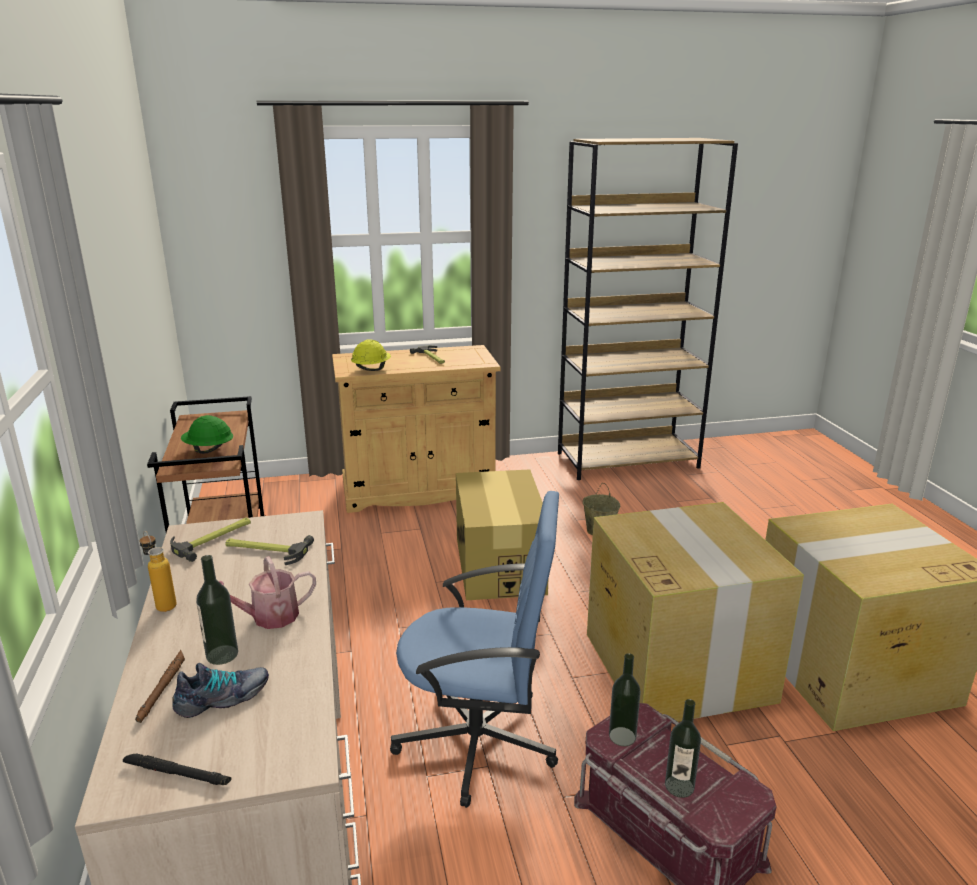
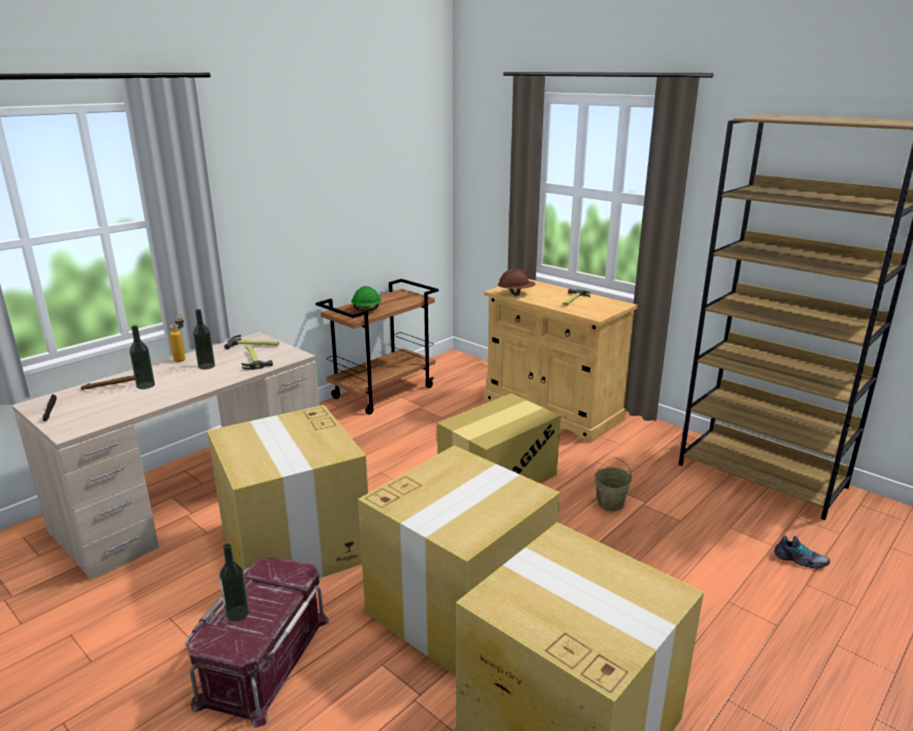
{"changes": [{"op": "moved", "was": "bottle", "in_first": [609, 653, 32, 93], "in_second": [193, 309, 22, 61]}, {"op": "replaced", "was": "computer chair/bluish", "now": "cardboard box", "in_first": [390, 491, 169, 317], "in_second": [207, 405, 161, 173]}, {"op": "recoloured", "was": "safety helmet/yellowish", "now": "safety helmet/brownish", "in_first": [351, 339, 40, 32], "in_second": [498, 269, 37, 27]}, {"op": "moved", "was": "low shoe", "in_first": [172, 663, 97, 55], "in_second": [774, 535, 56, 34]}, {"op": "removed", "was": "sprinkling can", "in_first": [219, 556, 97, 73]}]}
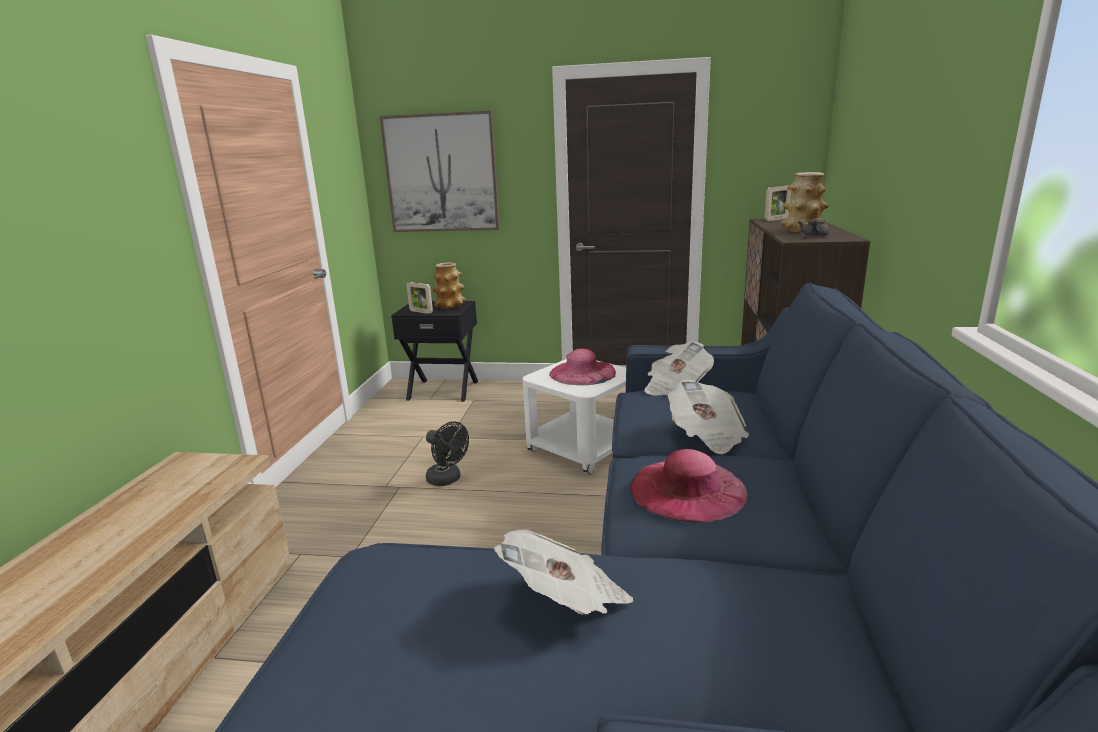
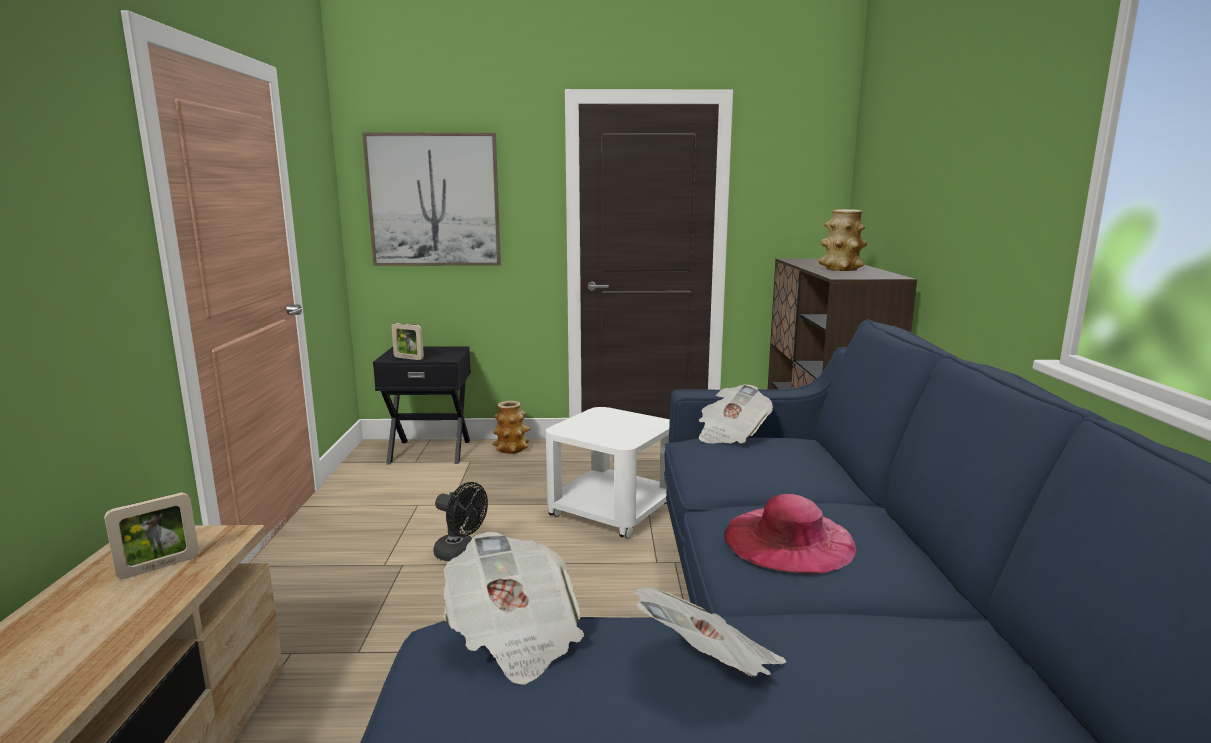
{"changes": [{"op": "moved", "was": "picture frame", "in_first": [765, 185, 26, 36], "in_second": [104, 492, 95, 87]}, {"op": "moved", "was": "newspaper", "in_first": [668, 379, 81, 75], "in_second": [444, 532, 140, 153]}, {"op": "moved", "was": "decorative vase", "in_first": [432, 262, 34, 47], "in_second": [492, 401, 38, 53]}, {"op": "removed", "was": "wearable hat/pink", "in_first": [549, 349, 67, 36]}, {"op": "removed", "was": "teapot/grey", "in_first": [798, 219, 31, 18]}]}
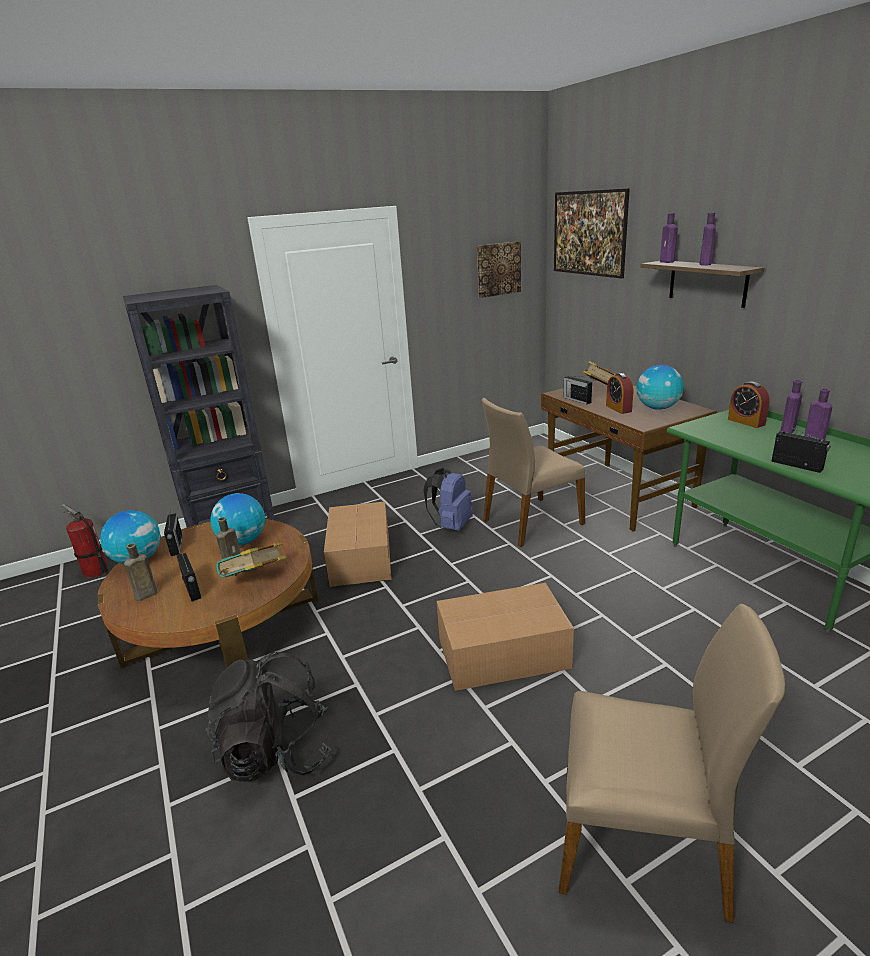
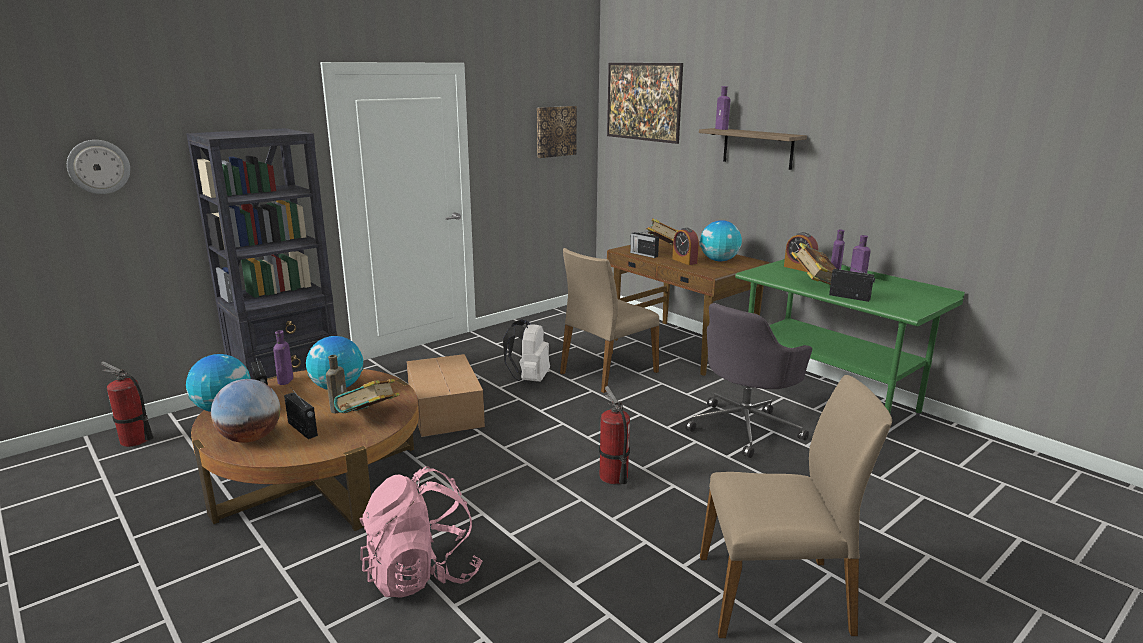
{"changes": [{"op": "added", "now": "clock on the wall", "in_second": [67, 140, 63, 54]}, {"op": "replaced", "was": "bottle/brownish", "now": "desk globe", "in_first": [124, 543, 33, 58], "in_second": [211, 379, 69, 64]}, {"op": "moved", "was": "bottle/purple", "in_first": [700, 212, 16, 54], "in_second": [273, 330, 20, 55]}, {"op": "recoloured", "was": "backpack/black", "now": "backpack/pink", "in_first": [206, 652, 125, 130], "in_second": [360, 466, 122, 132]}, {"op": "recoloured", "was": "backpack/bluish", "now": "backpack/white-coloured", "in_first": [424, 468, 49, 63], "in_second": [503, 319, 47, 63]}, {"op": "replaced", "was": "cardboard box", "now": "fire-fighting cylinder", "in_first": [437, 583, 137, 108], "in_second": [599, 386, 31, 98]}, {"op": "added", "now": "computer chair/grey", "in_second": [685, 303, 127, 155]}, {"op": "added", "now": "bound book", "in_second": [791, 242, 45, 43]}]}
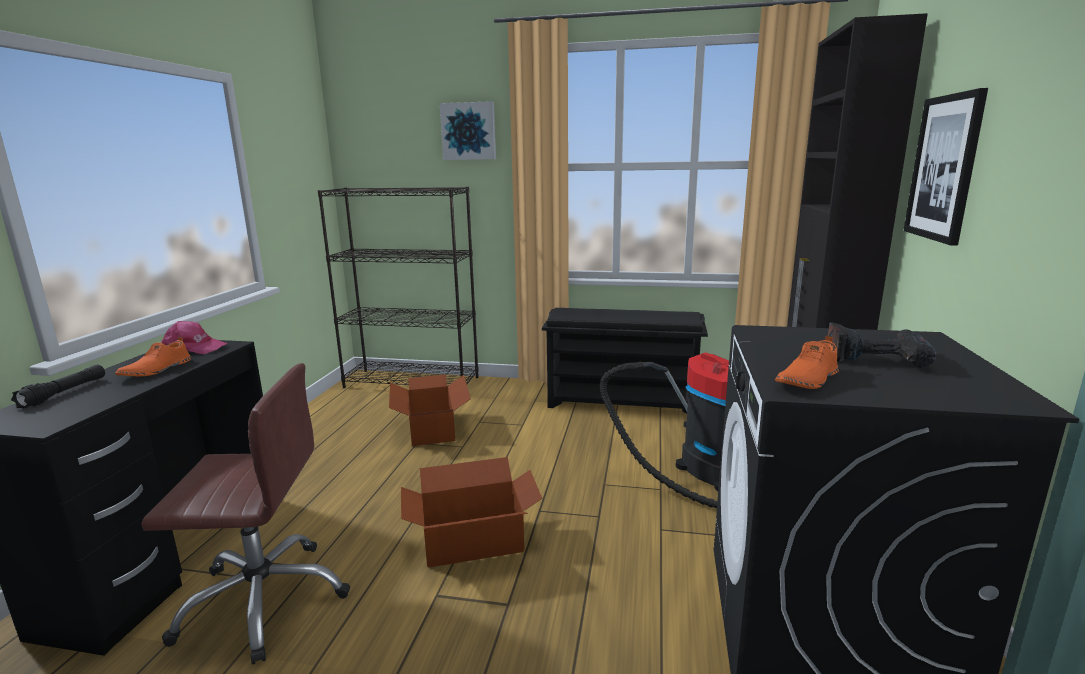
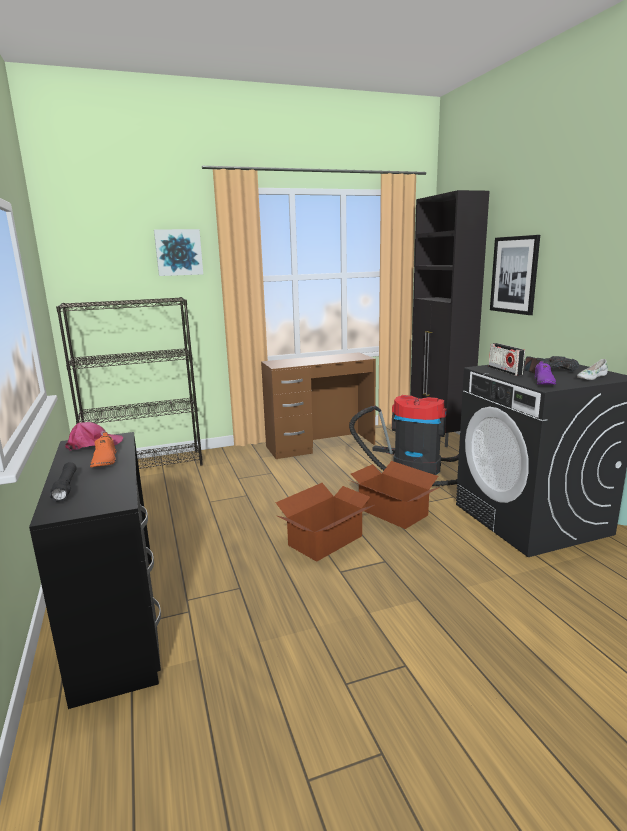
{"changes": [{"op": "replaced", "was": "shoe shelf/black", "now": "desk/brownish", "in_first": [542, 308, 166, 106], "in_second": [261, 352, 115, 107]}, {"op": "moved", "was": "cardboard box", "in_first": [389, 375, 82, 71], "in_second": [349, 461, 91, 68]}, {"op": "added", "now": "radio set", "in_second": [489, 343, 36, 33]}, {"op": "recoloured", "was": "low shoe/orangey", "now": "low shoe/purple", "in_first": [775, 335, 64, 54], "in_second": [534, 361, 23, 24]}, {"op": "added", "now": "low shoe/white-coloured", "in_second": [577, 359, 31, 21]}, {"op": "removed", "was": "computer chair/brownish", "in_first": [141, 363, 209, 302]}]}
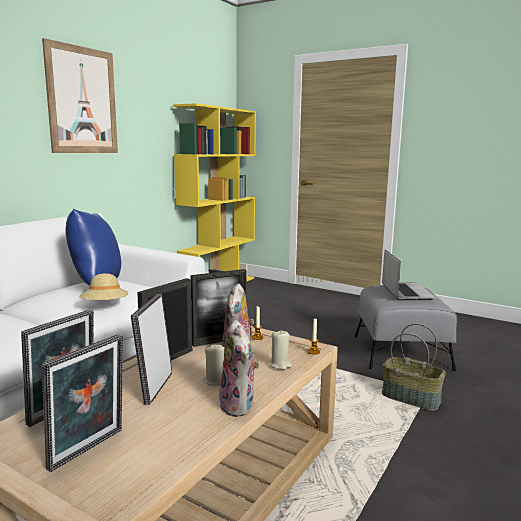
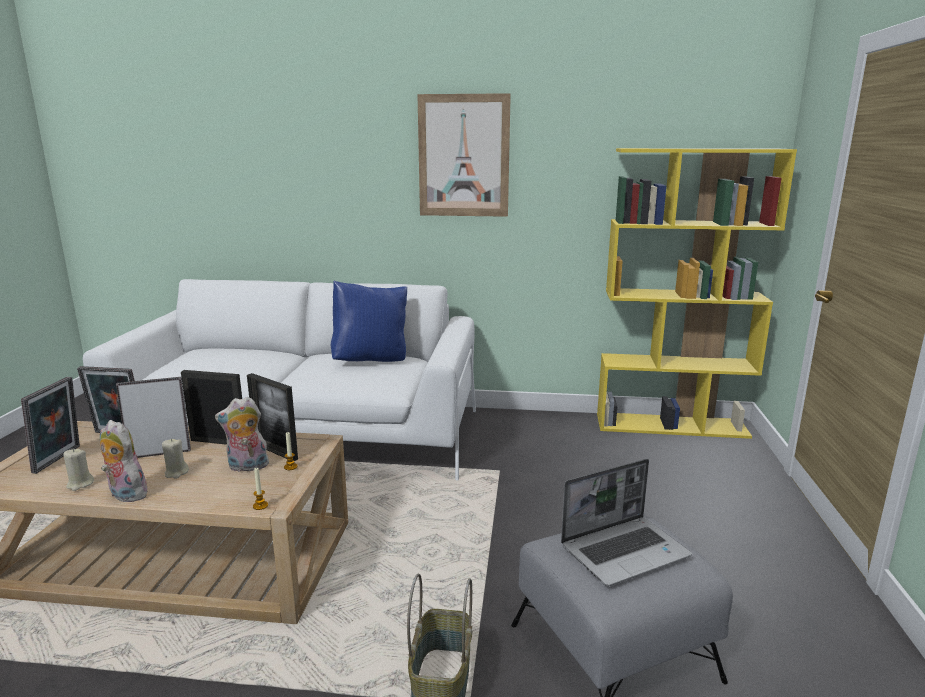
{"changes": [{"op": "turned", "was": "picture frame", "in_first": [42, 334, 81, 138], "in_second": [21, 377, 59, 97], "clockwise": -90}, {"op": "moved", "was": "wax candle/beige-coloured", "in_first": [269, 330, 23, 39], "in_second": [63, 449, 31, 42]}, {"op": "turned", "was": "plush toy", "in_first": [219, 320, 40, 97], "in_second": [100, 420, 47, 82], "clockwise": 75}, {"op": "removed", "was": "wearable hat/beige-coloured", "in_first": [79, 273, 50, 27]}]}
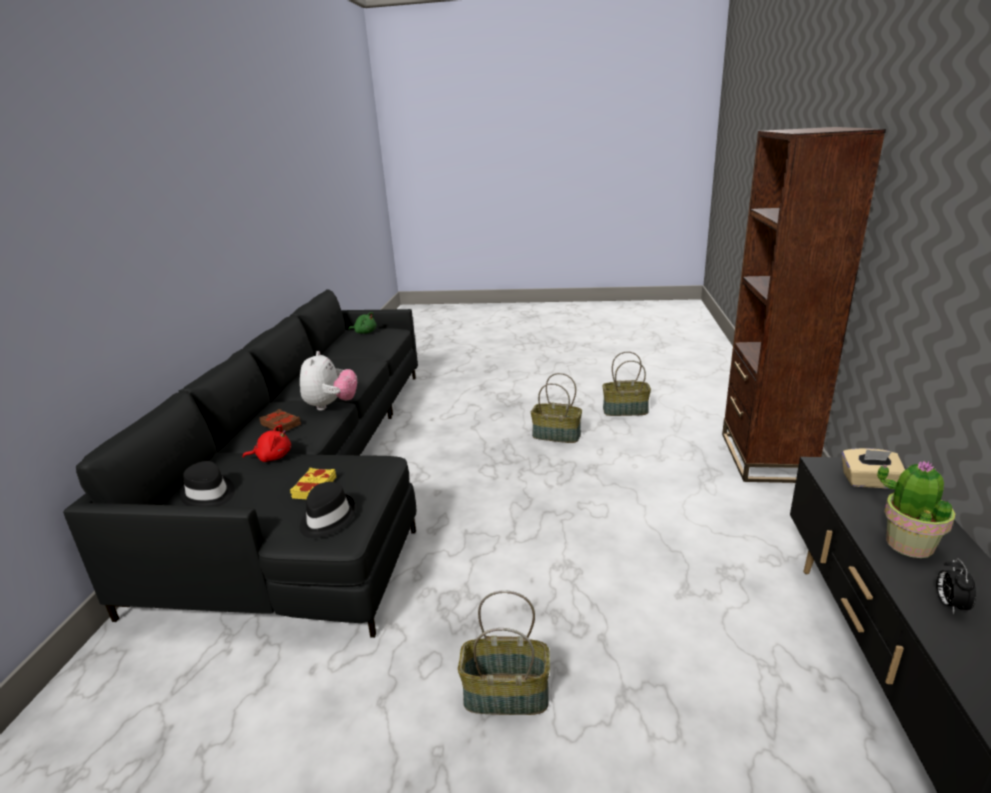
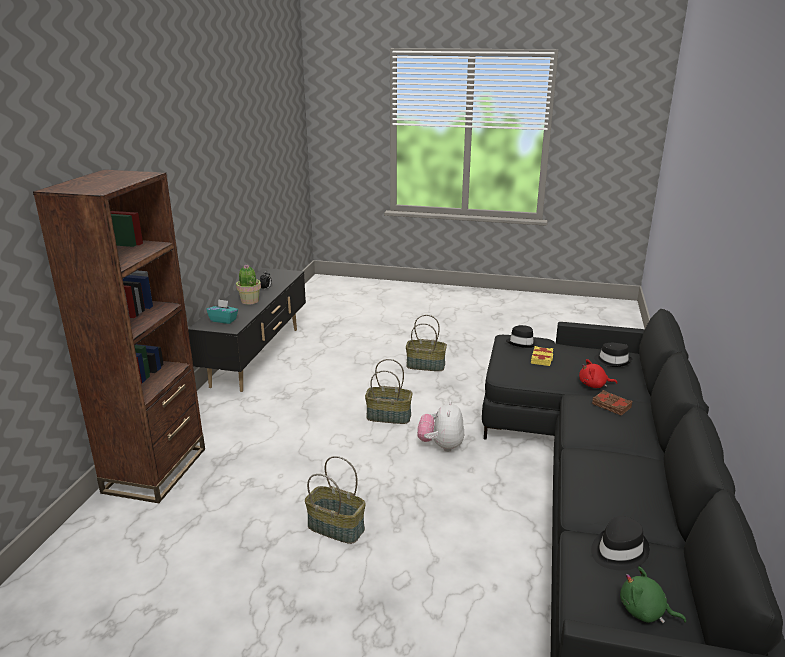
{"changes": [{"op": "recoloured", "was": "tissue box/beige-coloured", "now": "tissue box/blue-green", "in_first": [842, 448, 63, 41], "in_second": [207, 299, 31, 25]}, {"op": "moved", "was": "storage basket", "in_first": [602, 351, 49, 65], "in_second": [365, 359, 48, 65]}, {"op": "moved", "was": "plush toy", "in_first": [300, 351, 57, 60], "in_second": [417, 401, 47, 51]}, {"op": "added", "now": "wearable hat/black", "in_second": [591, 516, 59, 55]}]}
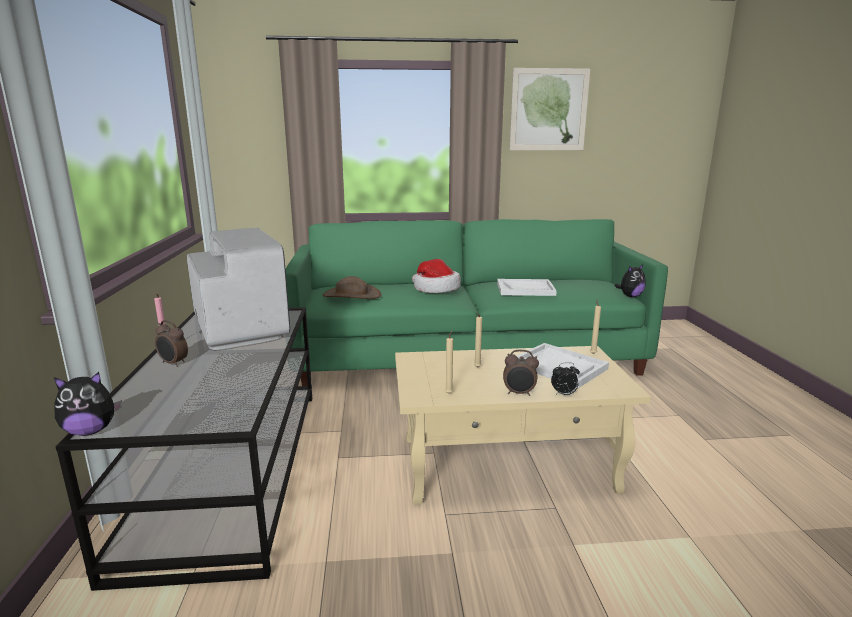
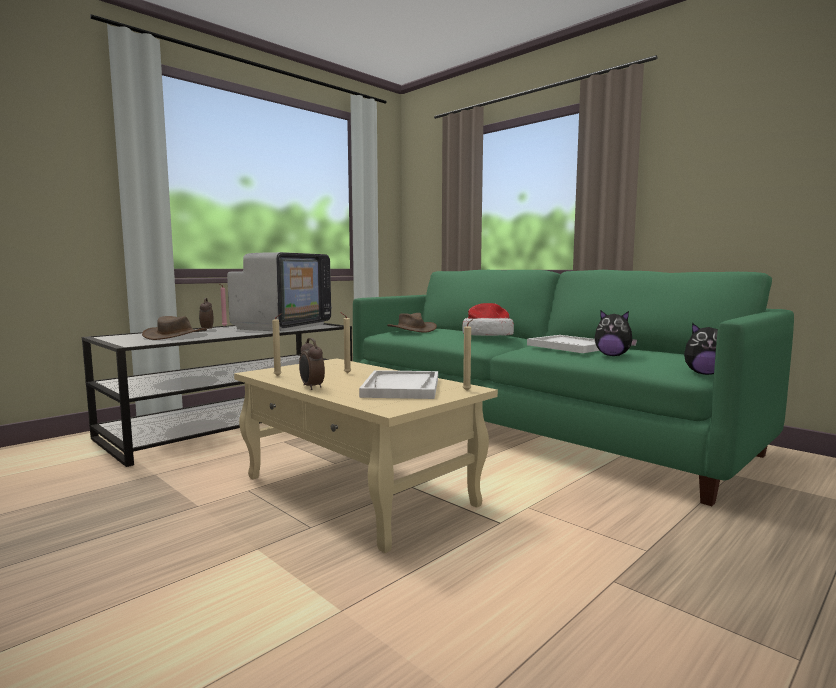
{"changes": [{"op": "added", "now": "wearable hat/brownish", "in_second": [142, 316, 65, 24]}, {"op": "moved", "was": "plush toy", "in_first": [54, 372, 68, 64], "in_second": [595, 310, 42, 46]}, {"op": "removed", "was": "wall art", "in_first": [509, 68, 81, 82]}, {"op": "removed", "was": "bedside clock", "in_first": [551, 362, 29, 33]}]}
